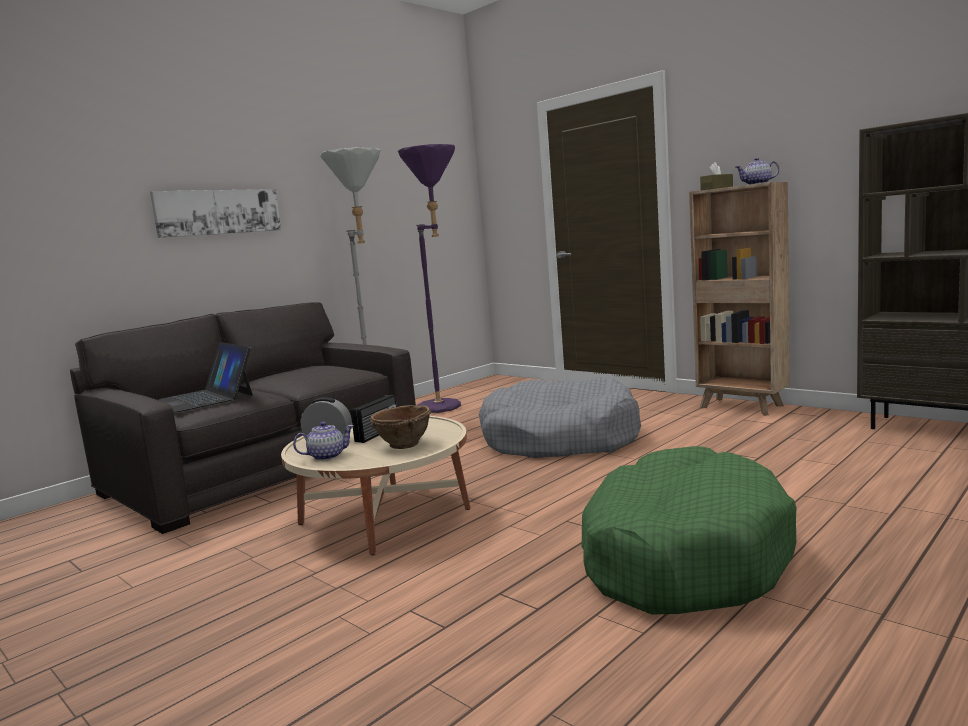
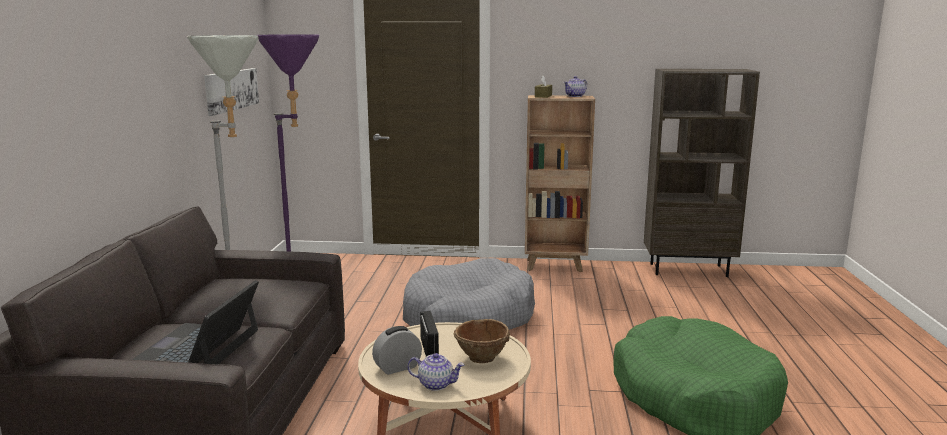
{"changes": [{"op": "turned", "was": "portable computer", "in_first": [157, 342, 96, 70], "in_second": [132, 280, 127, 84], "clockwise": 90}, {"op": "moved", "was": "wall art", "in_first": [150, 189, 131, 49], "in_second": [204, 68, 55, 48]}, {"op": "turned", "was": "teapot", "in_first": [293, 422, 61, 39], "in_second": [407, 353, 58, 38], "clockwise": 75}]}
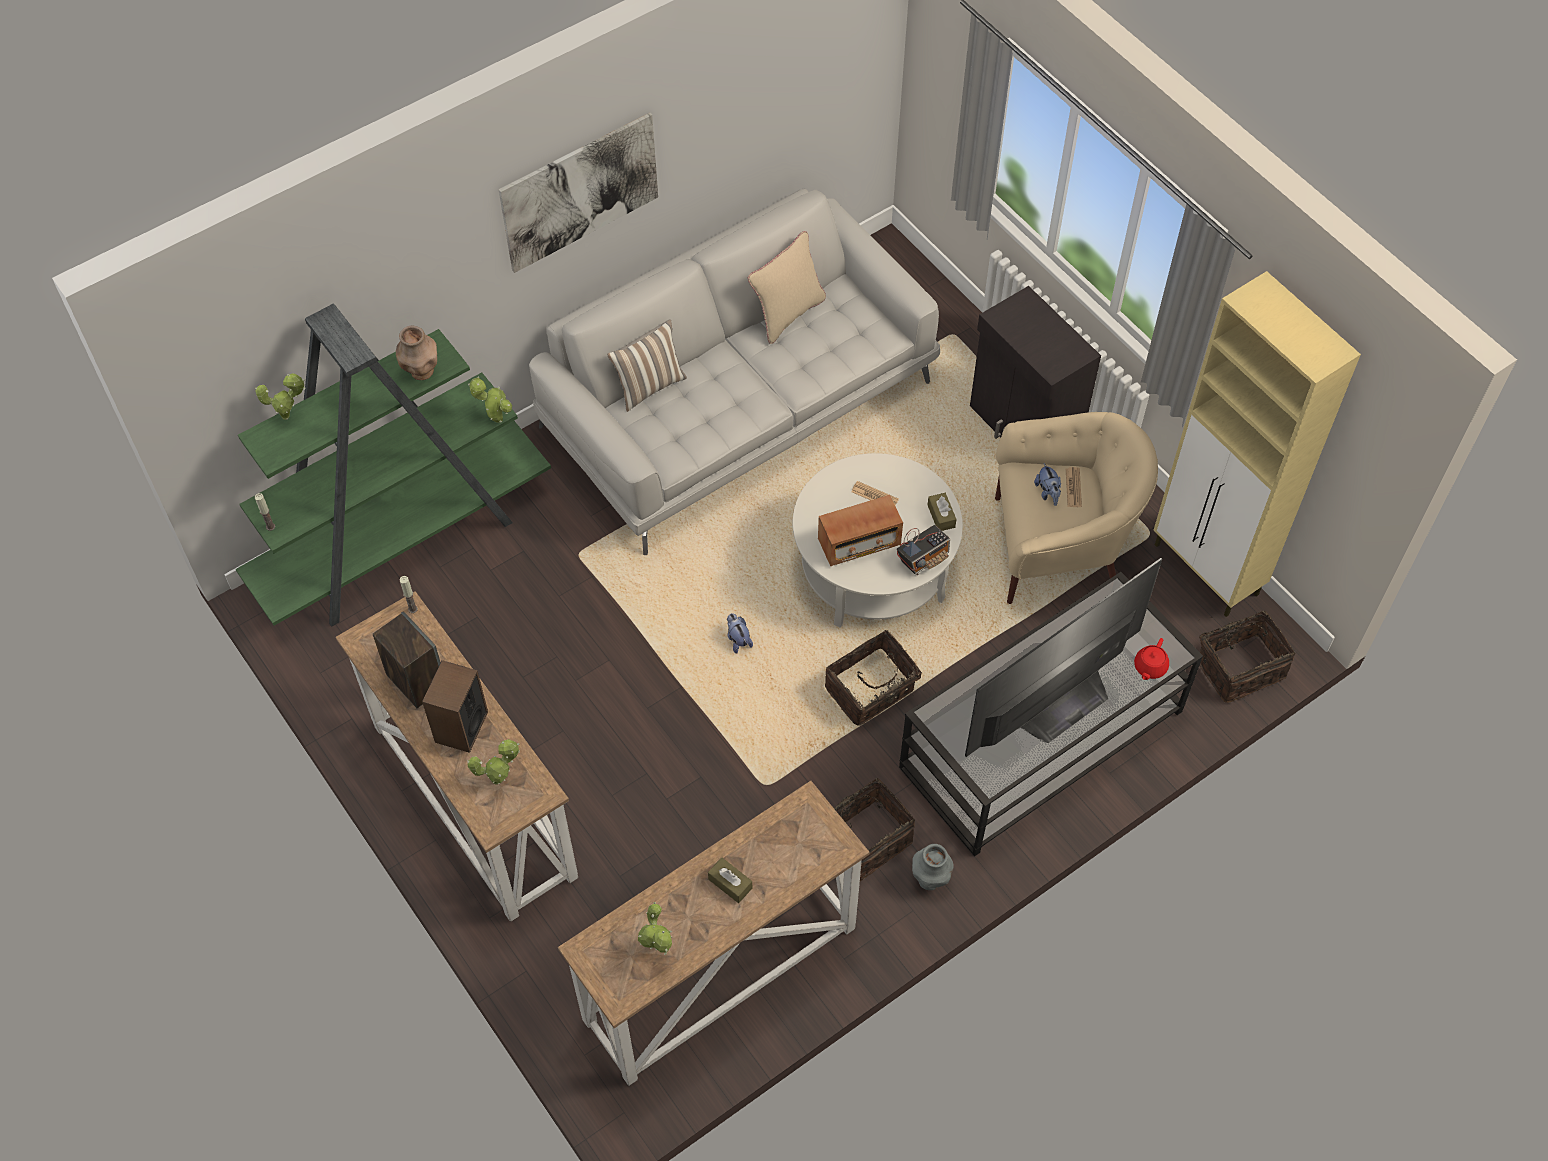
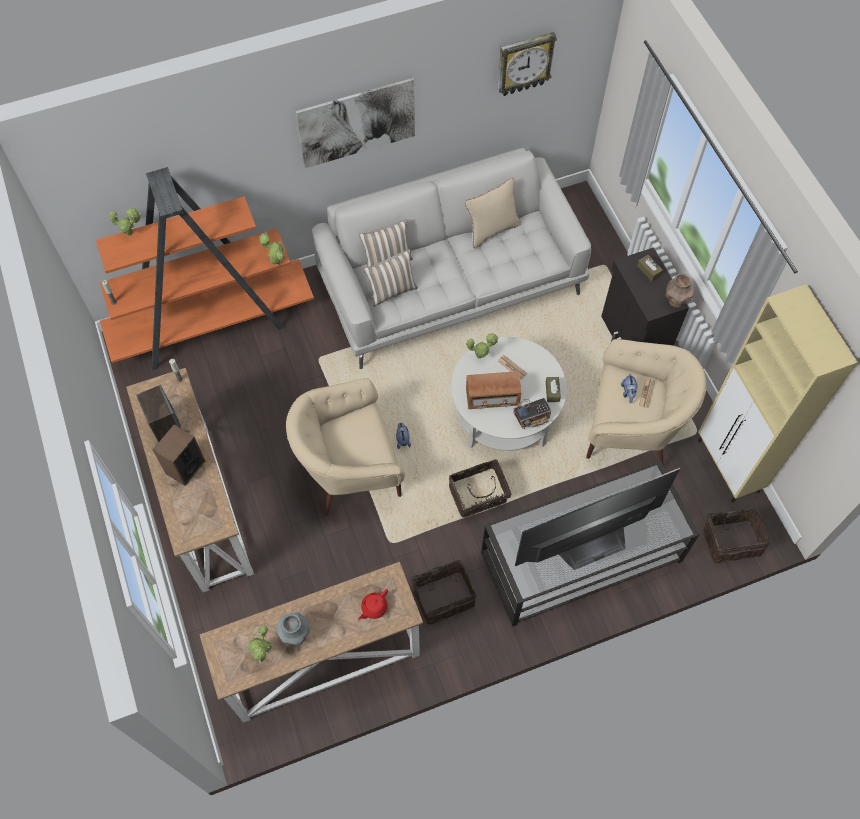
{"changes": [{"op": "recoloured", "was": "bookshelf/green", "now": "bookshelf/orangey", "in_first": [236, 303, 315, 324], "in_second": [96, 167, 218, 203]}, {"op": "moved", "was": "decorative vase/grey", "in_first": [912, 844, 42, 46], "in_second": [277, 612, 33, 33]}, {"op": "added", "now": "easy chair/beige-coloured", "in_second": [286, 378, 119, 138]}, {"op": "moved", "was": "teapot/reddish", "in_first": [1134, 638, 35, 42], "in_second": [358, 589, 30, 31]}, {"op": "added", "now": "pillow", "in_second": [363, 249, 55, 58]}, {"op": "moved", "was": "potted plant", "in_first": [467, 739, 53, 45], "in_second": [466, 333, 33, 26]}, {"op": "added", "now": "clock on the wall", "in_second": [497, 32, 60, 64]}, {"op": "moved", "was": "tissue box/brownish", "in_first": [708, 857, 44, 46], "in_second": [637, 255, 26, 26]}, {"op": "moved", "was": "decorative vase/brownish", "in_first": [396, 326, 41, 54], "in_second": [666, 273, 28, 34]}]}
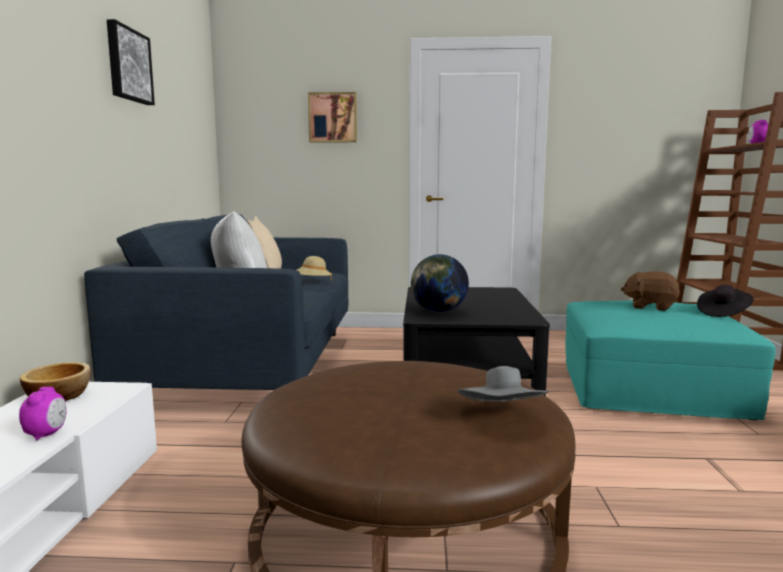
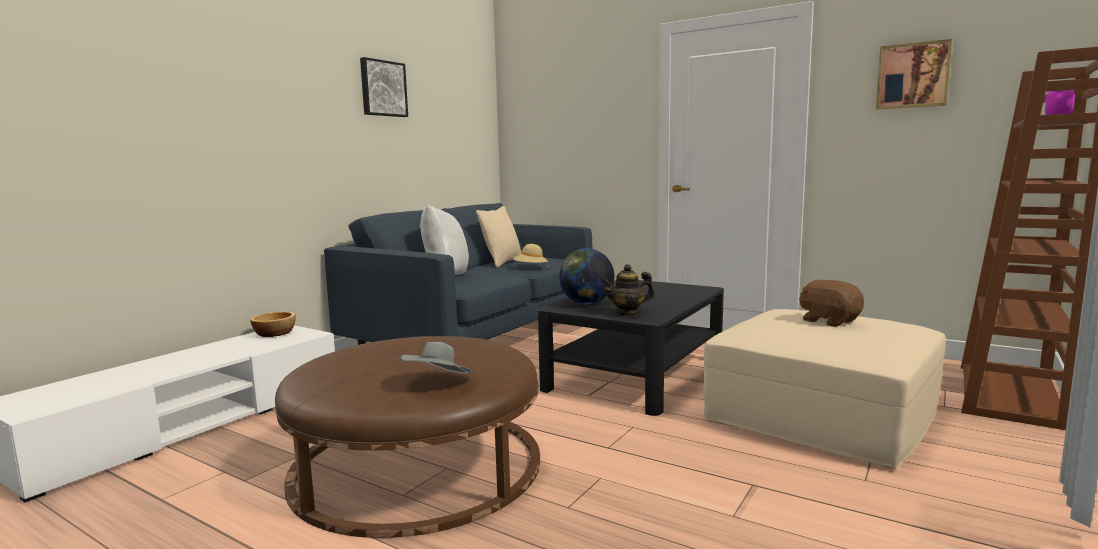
{"changes": [{"op": "added", "now": "teapot", "in_second": [601, 264, 54, 52]}, {"op": "recoloured", "was": "pouffe/blue-green", "now": "pouffe/beige-coloured", "in_first": [566, 301, 210, 119], "in_second": [703, 309, 243, 160]}, {"op": "moved", "was": "wall art", "in_first": [308, 92, 49, 51], "in_second": [876, 39, 76, 70]}, {"op": "removed", "was": "bedside clock", "in_first": [19, 387, 47, 54]}, {"op": "removed", "was": "wearable hat/black", "in_first": [697, 285, 56, 32]}]}
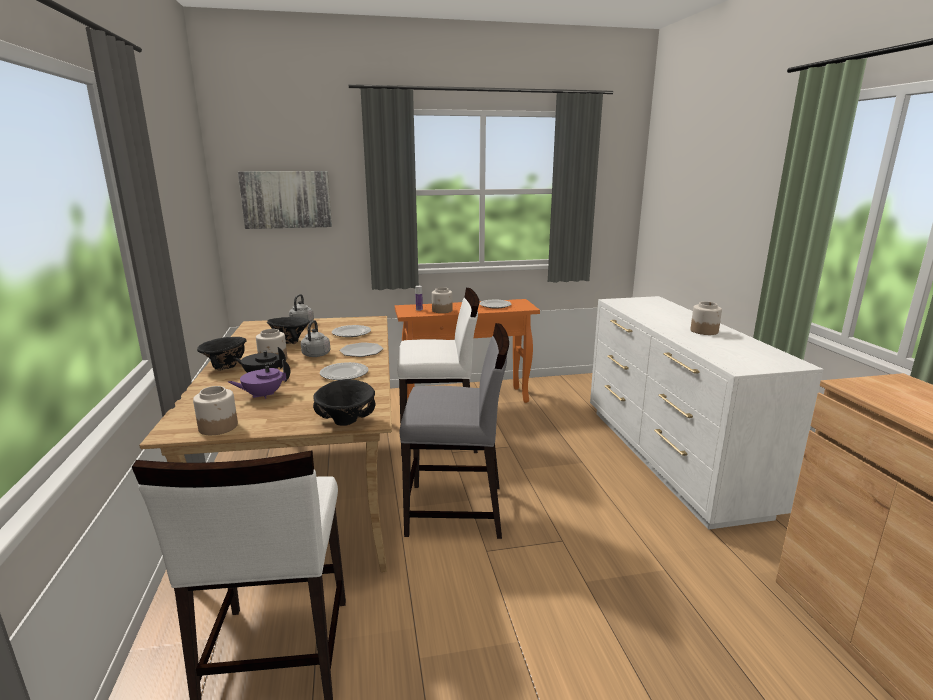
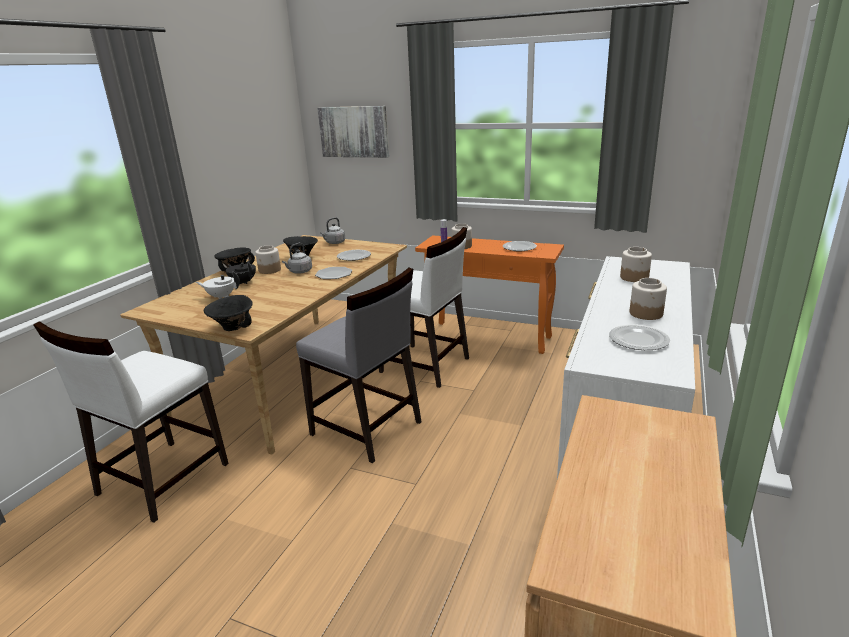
{"changes": [{"op": "recoloured", "was": "teapot/purple", "now": "teapot/white-coloured", "in_first": [228, 359, 63, 40], "in_second": [196, 271, 44, 28]}, {"op": "moved", "was": "flat dish", "in_first": [320, 362, 49, 18], "in_second": [609, 325, 61, 25]}, {"op": "moved", "was": "preserve jar", "in_first": [193, 386, 45, 49], "in_second": [620, 247, 32, 35]}]}
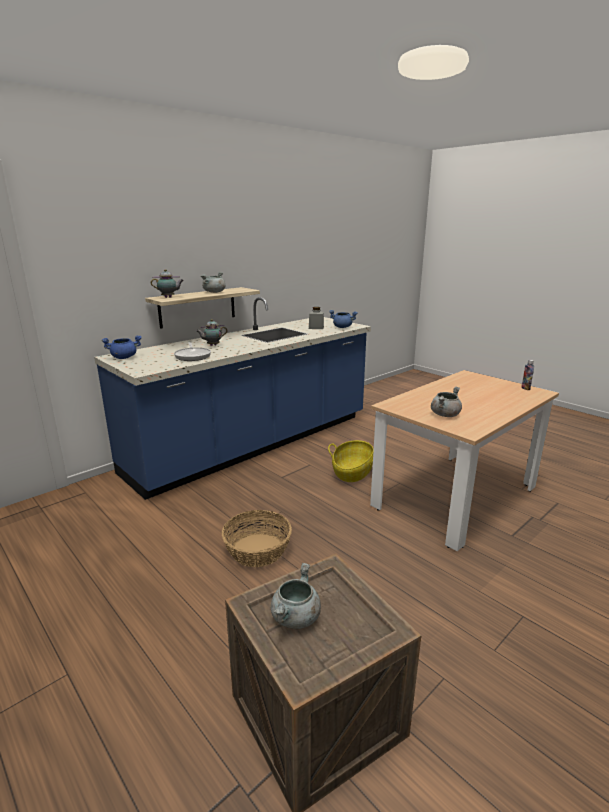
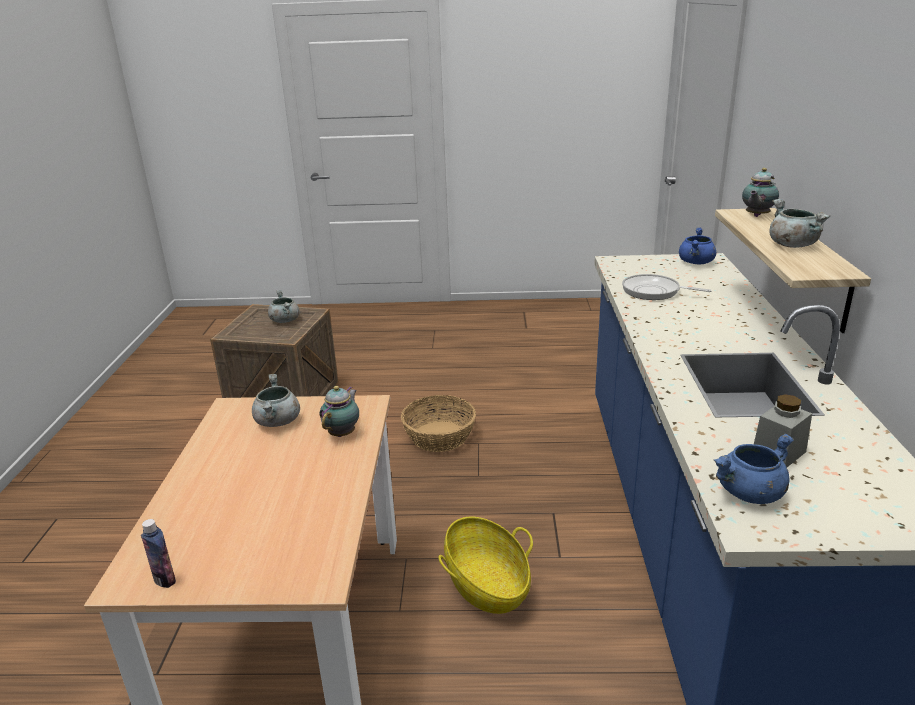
{"changes": [{"op": "moved", "was": "teapot", "in_first": [196, 319, 31, 27], "in_second": [319, 386, 40, 51]}]}
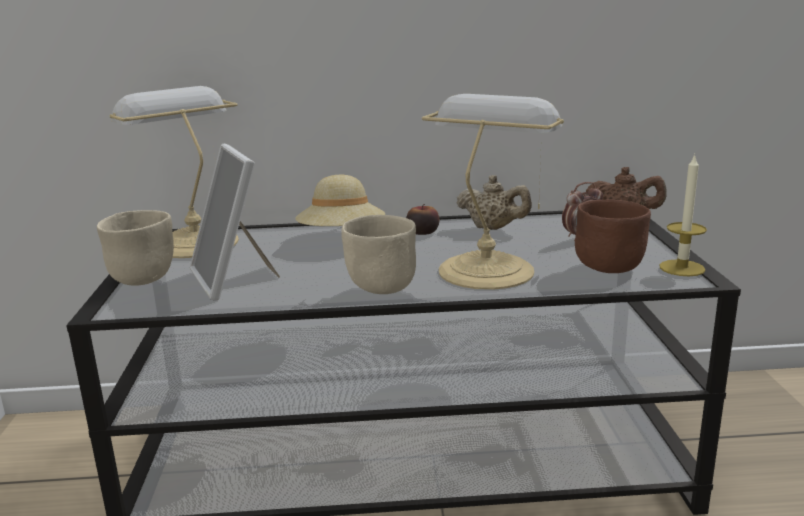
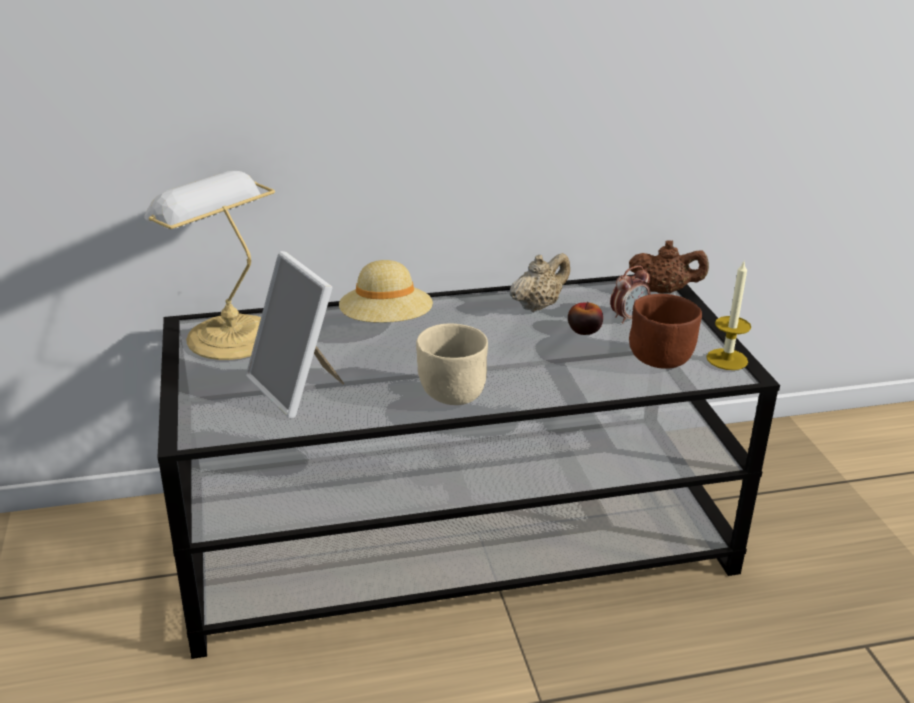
{"changes": [{"op": "turned", "was": "teapot/beige-coloured", "in_first": [457, 175, 75, 55], "in_second": [509, 253, 61, 59], "clockwise": -60}, {"op": "moved", "was": "apple", "in_first": [406, 204, 33, 31], "in_second": [568, 302, 35, 33]}, {"op": "removed", "was": "serving bowl/beige-coloured", "in_first": [97, 210, 77, 76]}, {"op": "removed", "was": "table lamp", "in_first": [422, 94, 142, 196]}]}
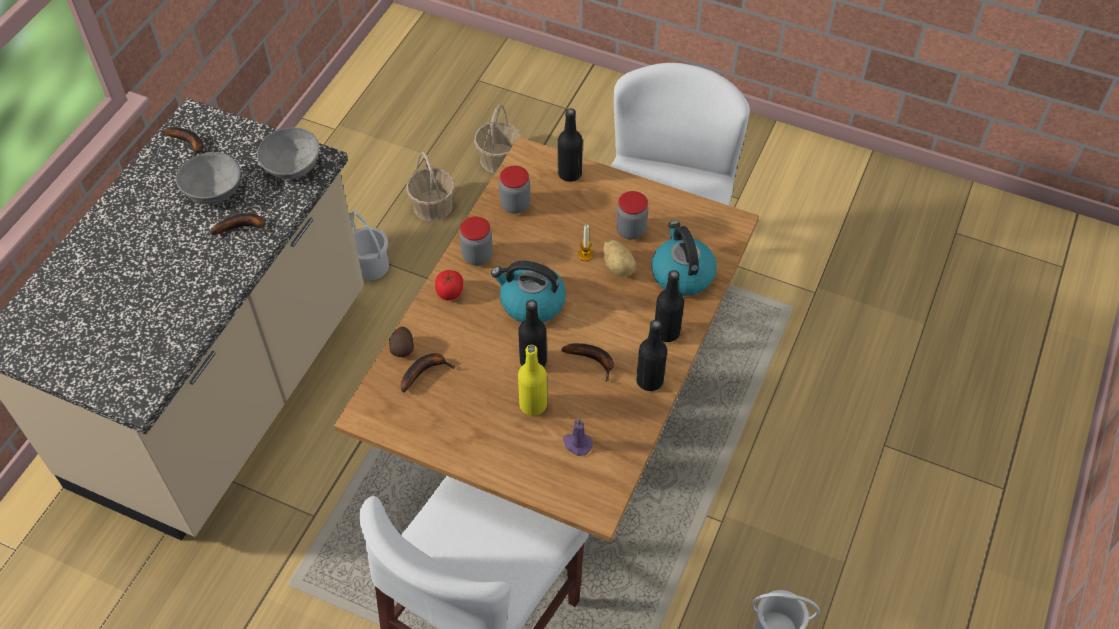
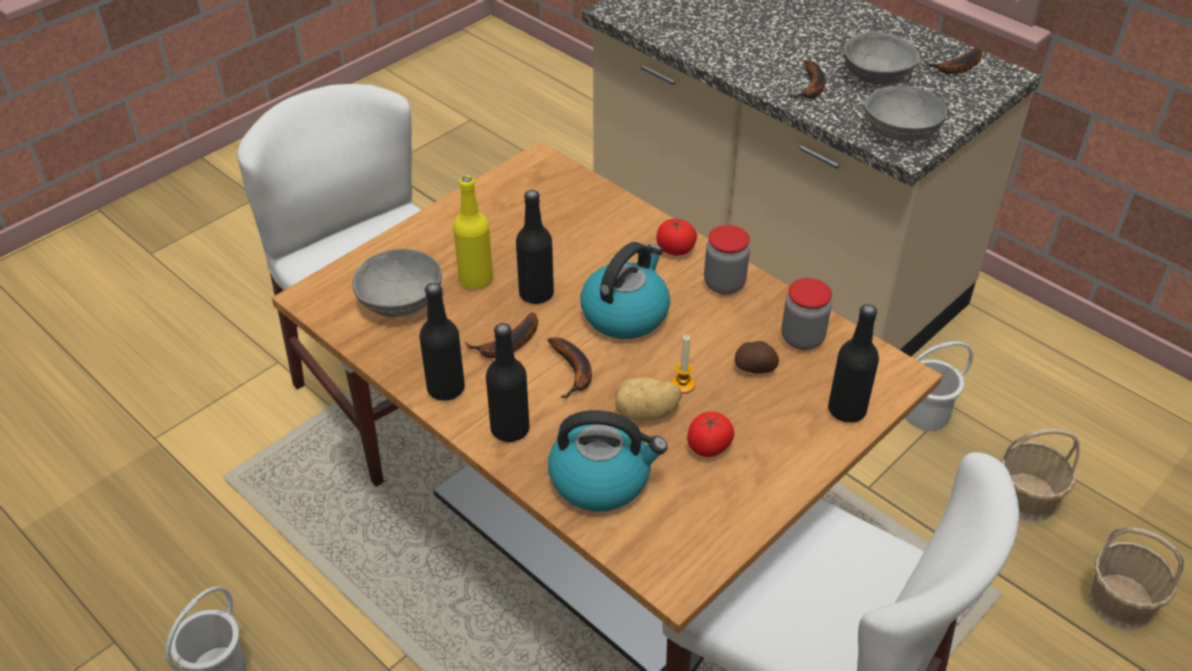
{"changes": [{"op": "replaced", "was": "wax candle/purple", "now": "serving bowl/grey", "in_first": [563, 419, 30, 37], "in_second": [352, 249, 90, 68]}, {"op": "moved", "was": "banana", "in_first": [401, 353, 55, 39], "in_second": [548, 337, 44, 61]}, {"op": "replaced", "was": "preserve jar", "now": "tomato", "in_first": [616, 191, 32, 49], "in_second": [687, 412, 47, 45]}, {"op": "moved", "was": "potato", "in_first": [389, 327, 25, 30], "in_second": [735, 341, 44, 33]}]}
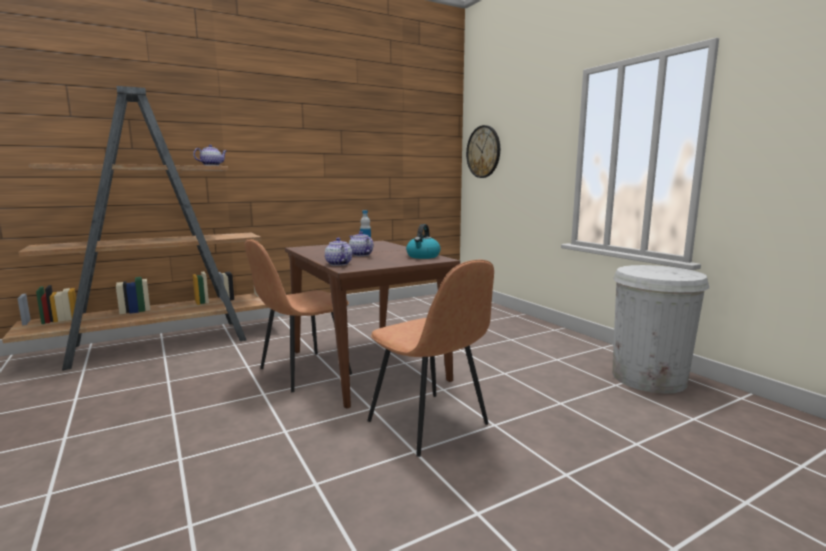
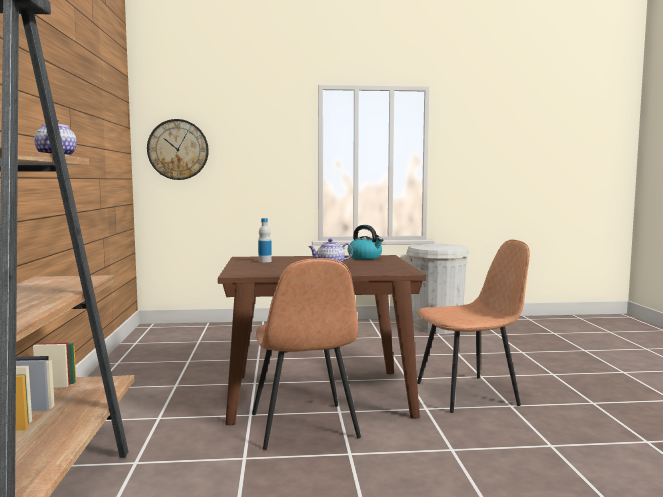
{"changes": [{"op": "removed", "was": "teapot", "in_first": [325, 238, 27, 28]}]}
